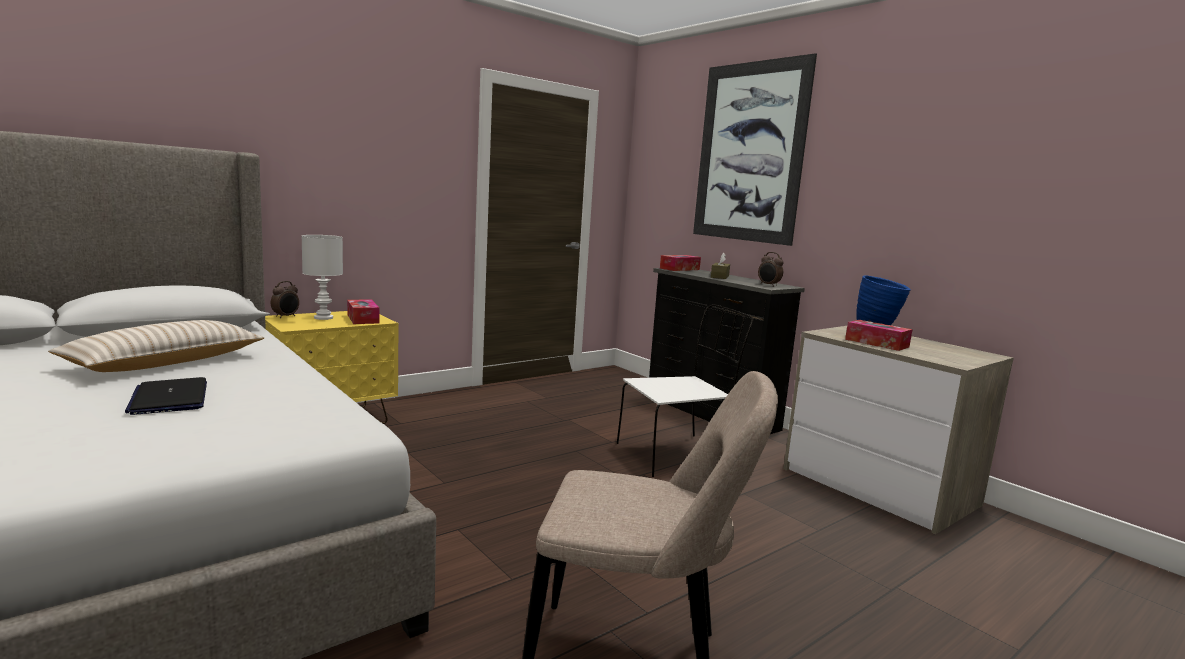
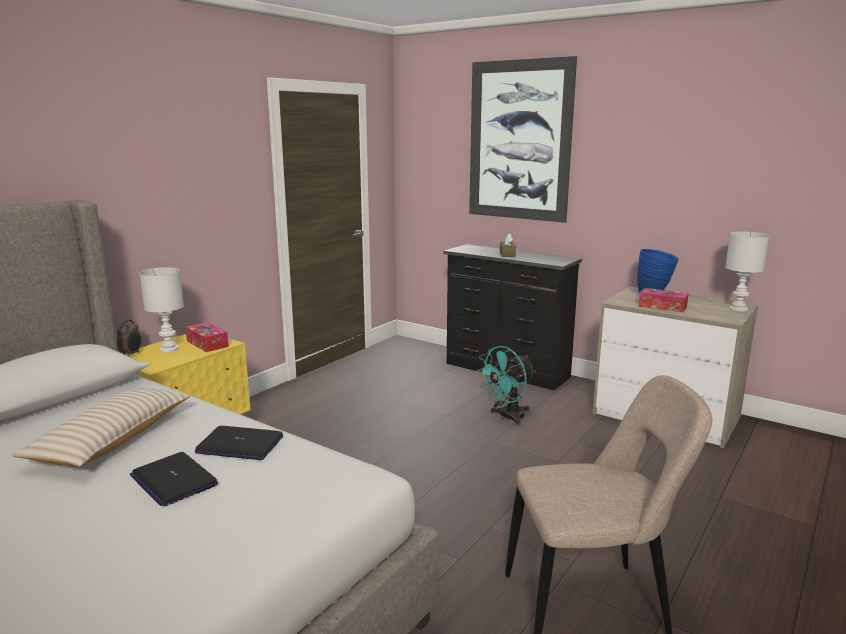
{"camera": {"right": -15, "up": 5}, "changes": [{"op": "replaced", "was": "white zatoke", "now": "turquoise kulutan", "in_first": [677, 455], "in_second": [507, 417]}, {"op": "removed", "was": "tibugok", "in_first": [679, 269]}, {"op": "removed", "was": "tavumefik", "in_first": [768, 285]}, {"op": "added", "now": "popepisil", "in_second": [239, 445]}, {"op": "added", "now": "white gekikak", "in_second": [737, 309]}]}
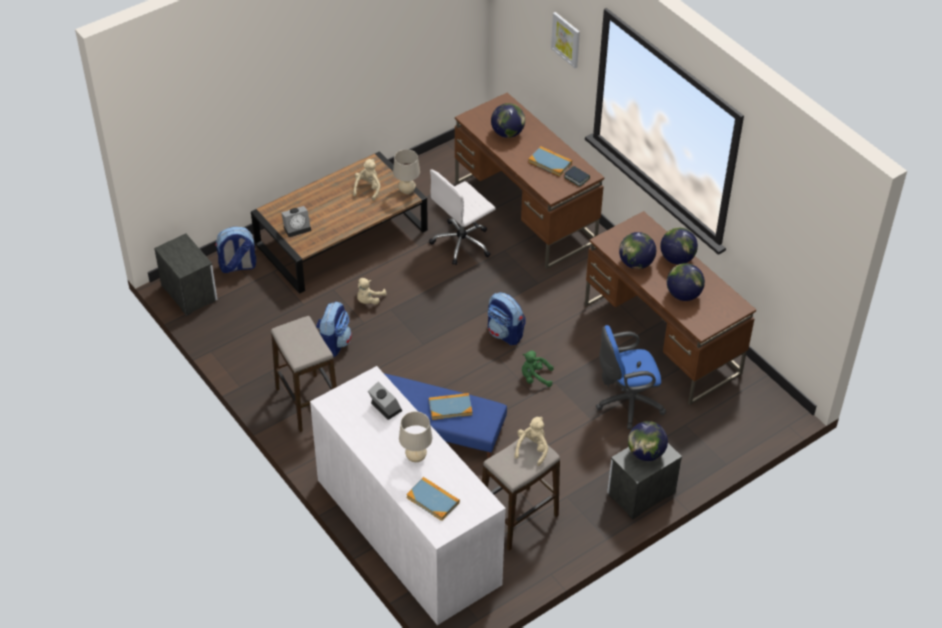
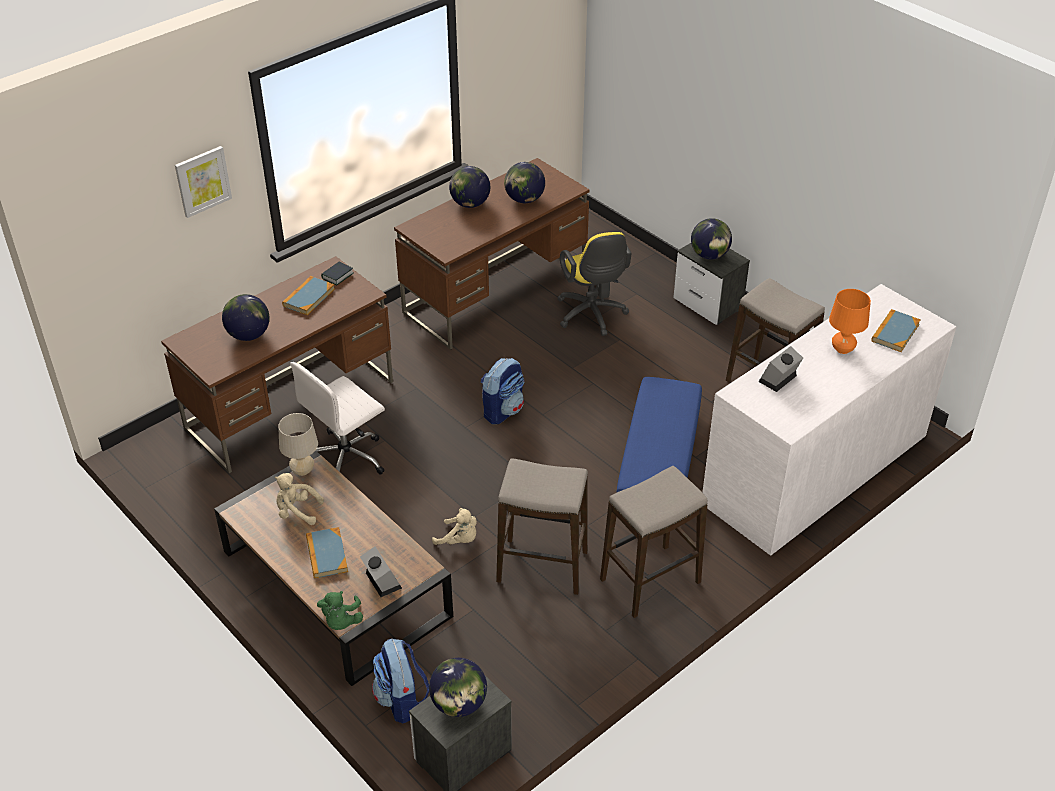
{"camera": {"right": -95, "up": -5}, "changes": [{"op": "replaced", "was": "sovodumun", "now": "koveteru", "in_first": [334, 343], "in_second": [542, 567]}, {"op": "recoloured", "was": "beige gekikak", "now": "orange gekikak", "in_first": [416, 457], "in_second": [842, 349]}, {"op": "turned", "was": "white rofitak", "in_first": [462, 243], "in_second": [347, 458], "clockwise": 90}, {"op": "moved", "was": "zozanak", "in_first": [450, 407], "in_second": [326, 554]}, {"op": "removed", "was": "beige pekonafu", "in_first": [532, 449]}, {"op": "moved", "was": "green pekonafu", "in_first": [535, 377], "in_second": [341, 621]}, {"op": "recoloured", "was": "blue rofitak", "now": "yellow rofitak", "in_first": [626, 403], "in_second": [592, 316]}, {"op": "moved", "was": "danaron", "in_first": [636, 263], "in_second": [459, 704]}]}
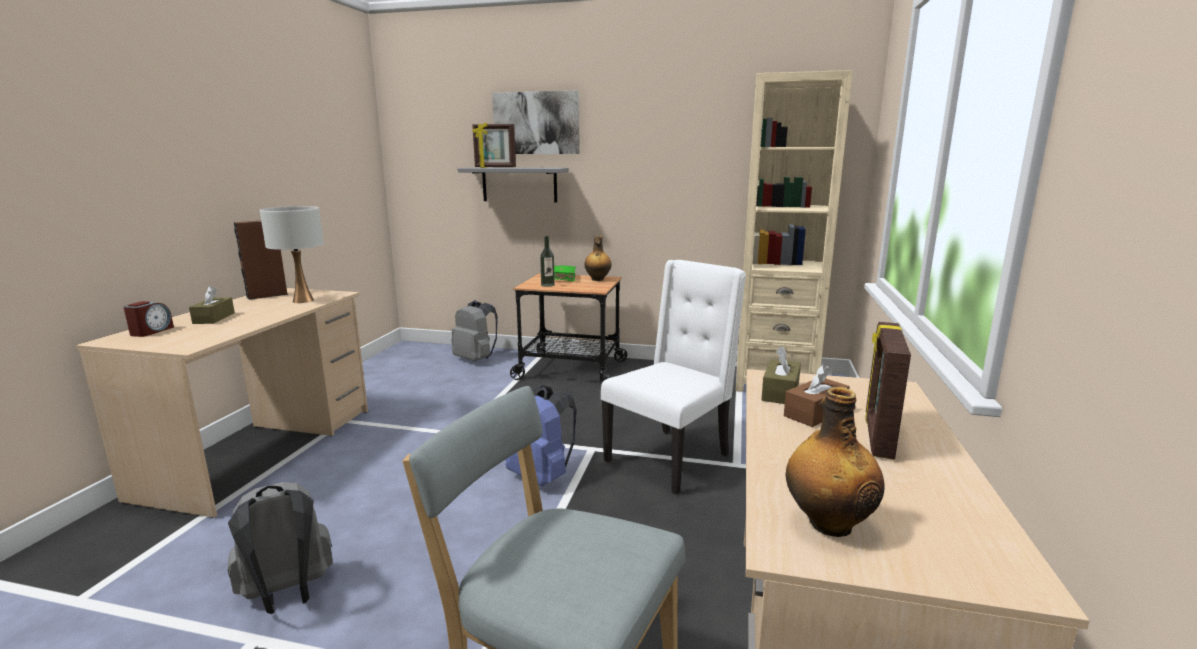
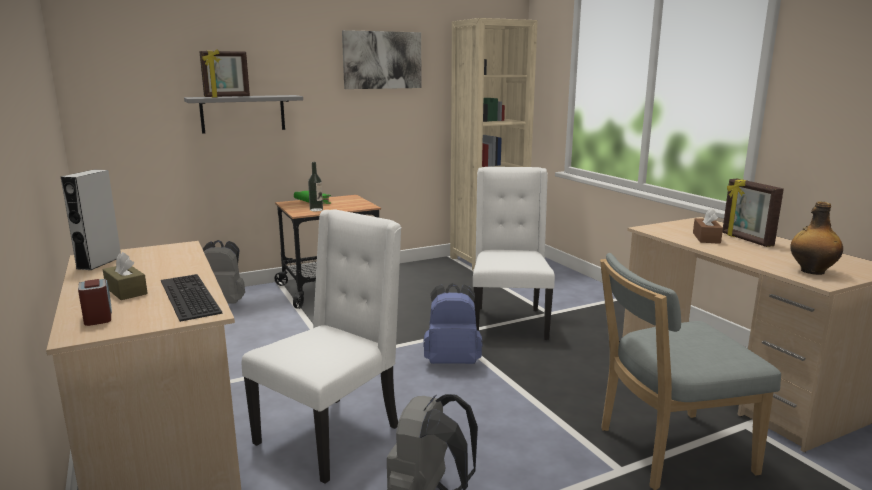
{"camera": {"right": -40, "up": 0}, "changes": [{"op": "recoloured", "was": "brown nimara", "now": "grey nimara", "in_first": [267, 295], "in_second": [99, 262]}, {"op": "removed", "was": "white gekikak", "in_first": [303, 300]}, {"op": "moved", "was": "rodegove", "in_first": [536, 123], "in_second": [382, 60]}, {"op": "removed", "was": "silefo", "in_first": [597, 279]}, {"op": "removed", "was": "brown tibugok", "in_first": [780, 392]}, {"op": "added", "now": "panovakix", "in_second": [186, 296]}, {"op": "added", "now": "white zatoke", "in_second": [331, 435]}]}
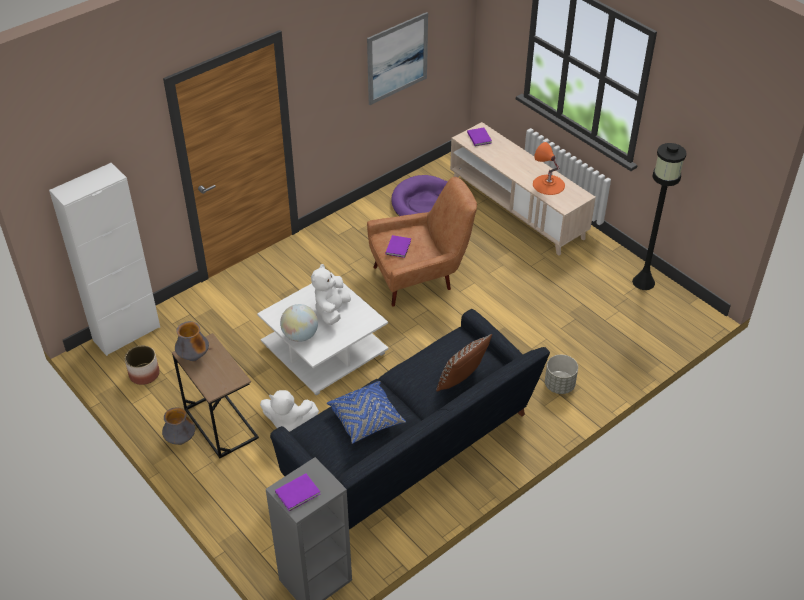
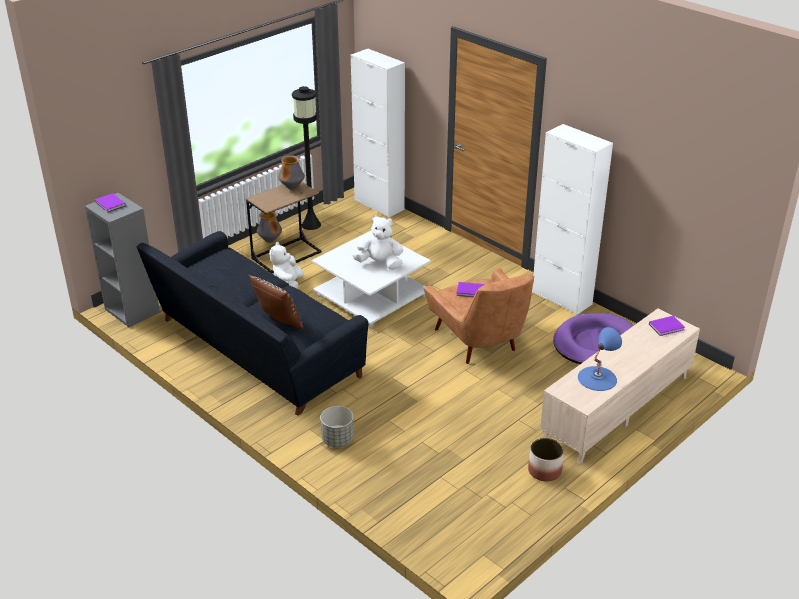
{"camera": {"right": 85, "up": -10}, "changes": [{"op": "moved", "was": "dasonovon", "in_first": [144, 374], "in_second": [544, 470]}, {"op": "removed", "was": "danaron", "in_first": [300, 335]}, {"op": "removed", "was": "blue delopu", "in_first": [366, 419]}, {"op": "removed", "was": "rodegove", "in_first": [397, 58]}, {"op": "recoloured", "was": "orange gekikak", "now": "blue gekikak", "in_first": [548, 184], "in_second": [597, 378]}, {"op": "moved", "was": "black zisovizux", "in_first": [643, 282], "in_second": [311, 224]}, {"op": "added", "now": "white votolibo", "in_second": [561, 298]}]}
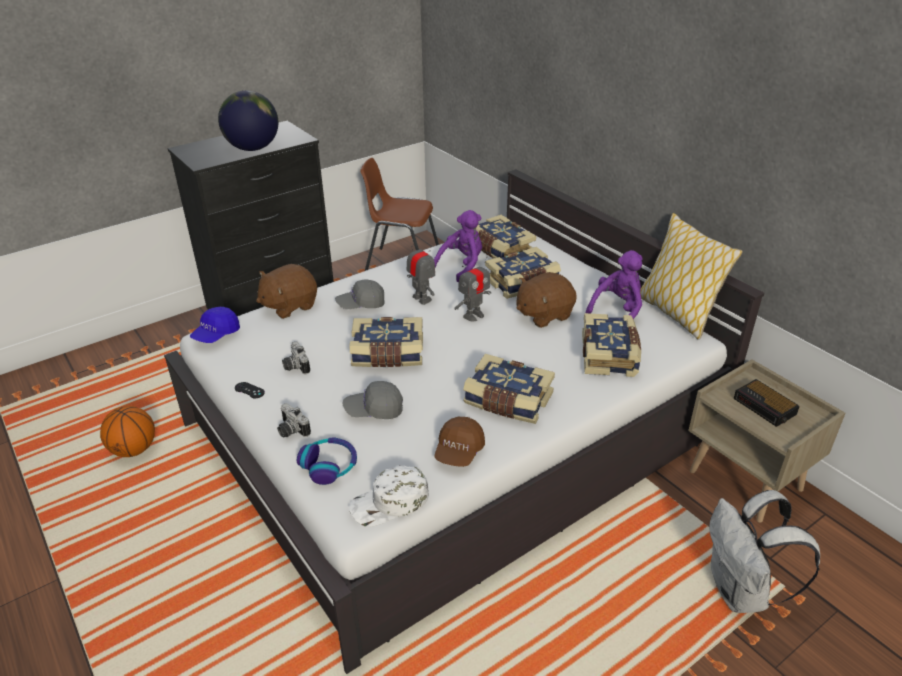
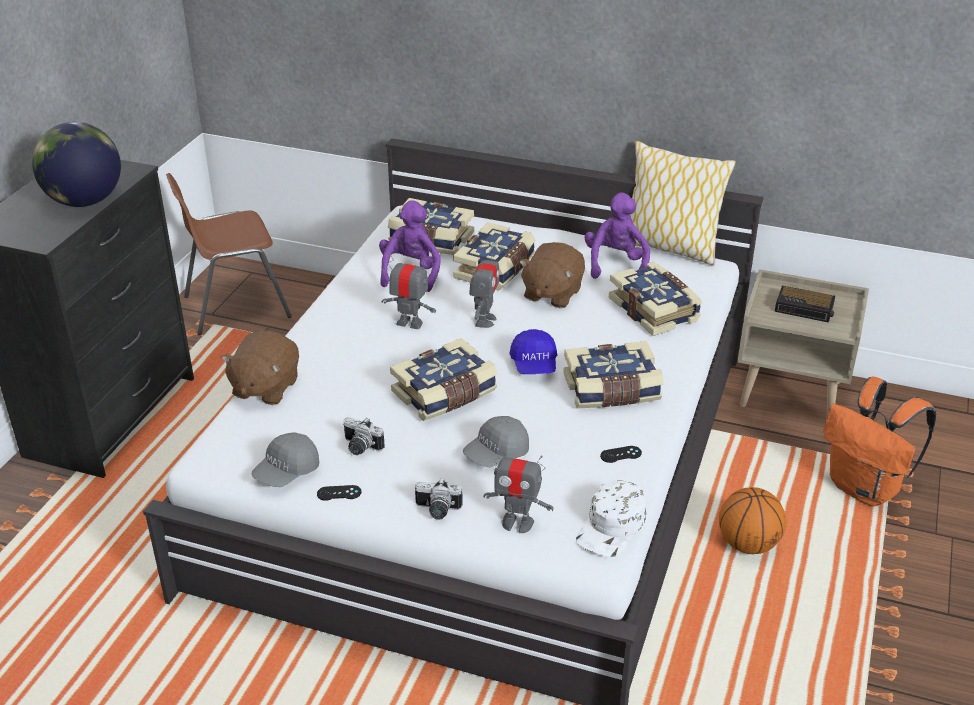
{"camera": {"right": -35, "up": 0}, "changes": [{"op": "moved", "was": "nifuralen", "in_first": [134, 450], "in_second": [748, 544]}, {"op": "moved", "was": "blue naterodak", "in_first": [216, 335], "in_second": [534, 365]}, {"op": "replaced", "was": "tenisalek", "now": "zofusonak", "in_first": [329, 465], "in_second": [517, 523]}, {"op": "moved", "was": "grey naterodak", "in_first": [361, 304], "in_second": [286, 472]}, {"op": "replaced", "was": "brown naterodak", "now": "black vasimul", "in_first": [459, 452], "in_second": [620, 454]}, {"op": "recoloured", "was": "white sovodumun", "now": "orange sovodumun", "in_first": [741, 592], "in_second": [865, 488]}]}
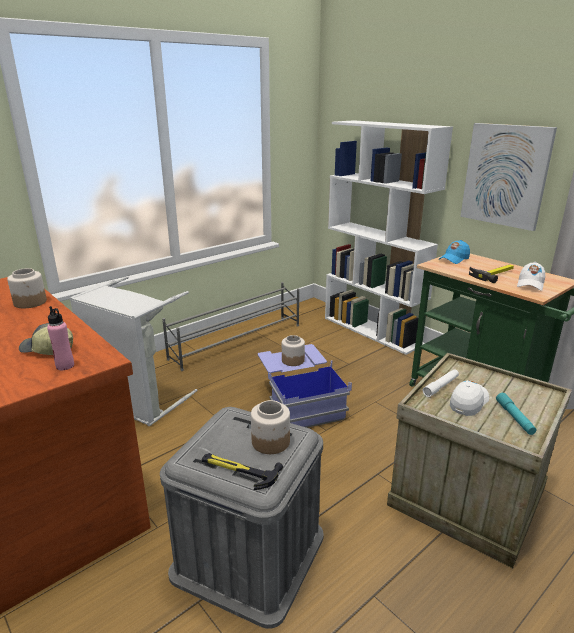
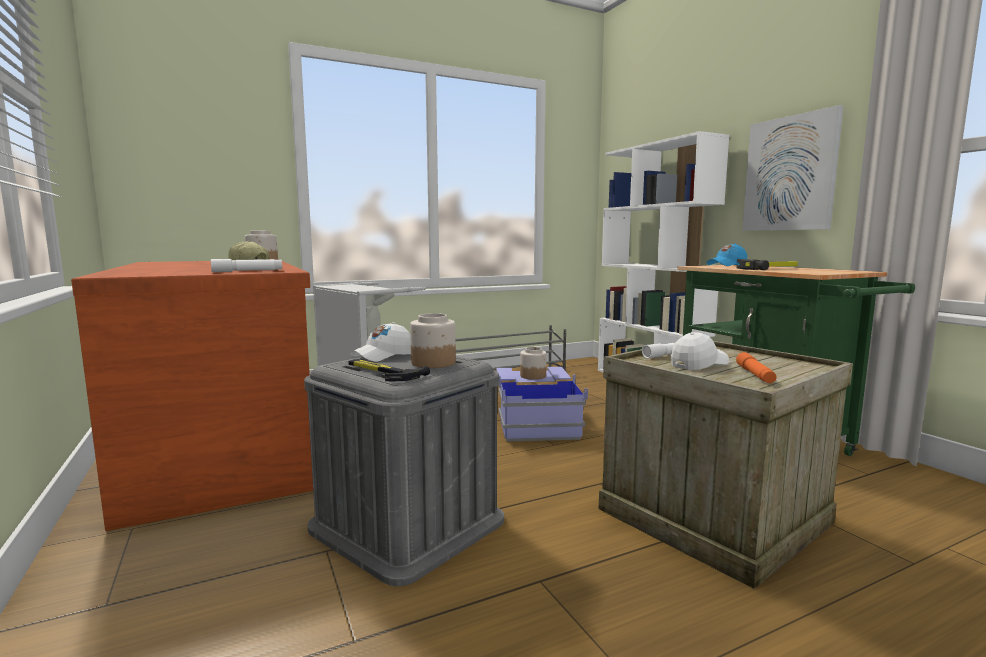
{"camera": {"right": 15, "up": -15}, "changes": [{"op": "replaced", "was": "pink silefo", "now": "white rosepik", "in_first": [65, 366], "in_second": [248, 271]}, {"op": "recoloured", "was": "turquoise rosepik", "now": "orange rosepik", "in_first": [514, 418], "in_second": [755, 375]}, {"op": "moved", "was": "white naterodak", "in_first": [530, 284], "in_second": [383, 356]}]}
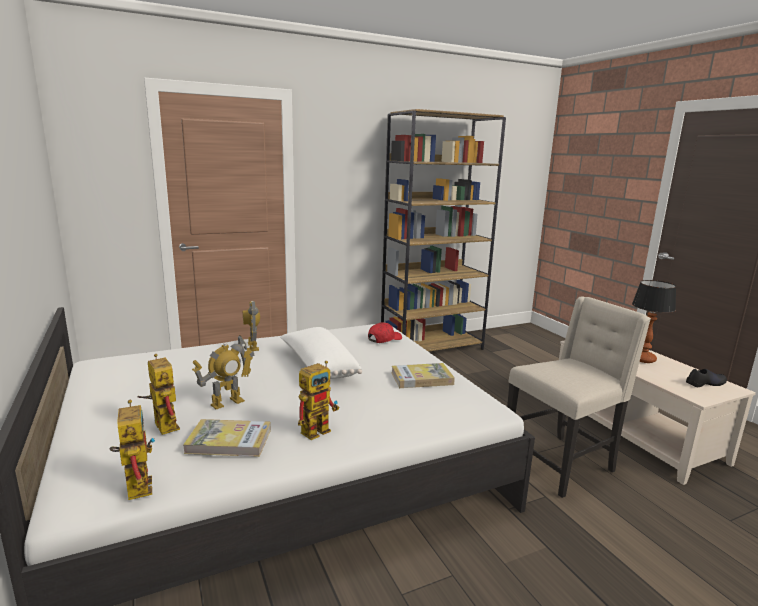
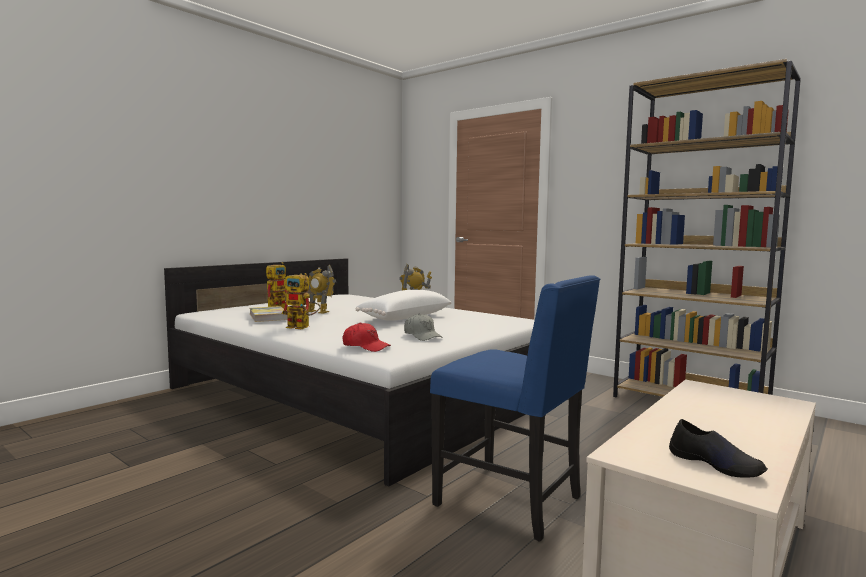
{"camera": {"right": 65, "up": -10}, "changes": [{"op": "removed", "was": "zofusonak", "in_first": [136, 484]}, {"op": "moved", "was": "red naterodak", "in_first": [384, 339], "in_second": [365, 346]}, {"op": "replaced", "was": "zozanak", "now": "grey naterodak", "in_first": [422, 378], "in_second": [422, 336]}, {"op": "recoloured", "was": "beige zatoke", "now": "blue zatoke", "in_first": [560, 463], "in_second": [512, 501]}, {"op": "removed", "was": "gekikak", "in_first": [643, 359]}]}
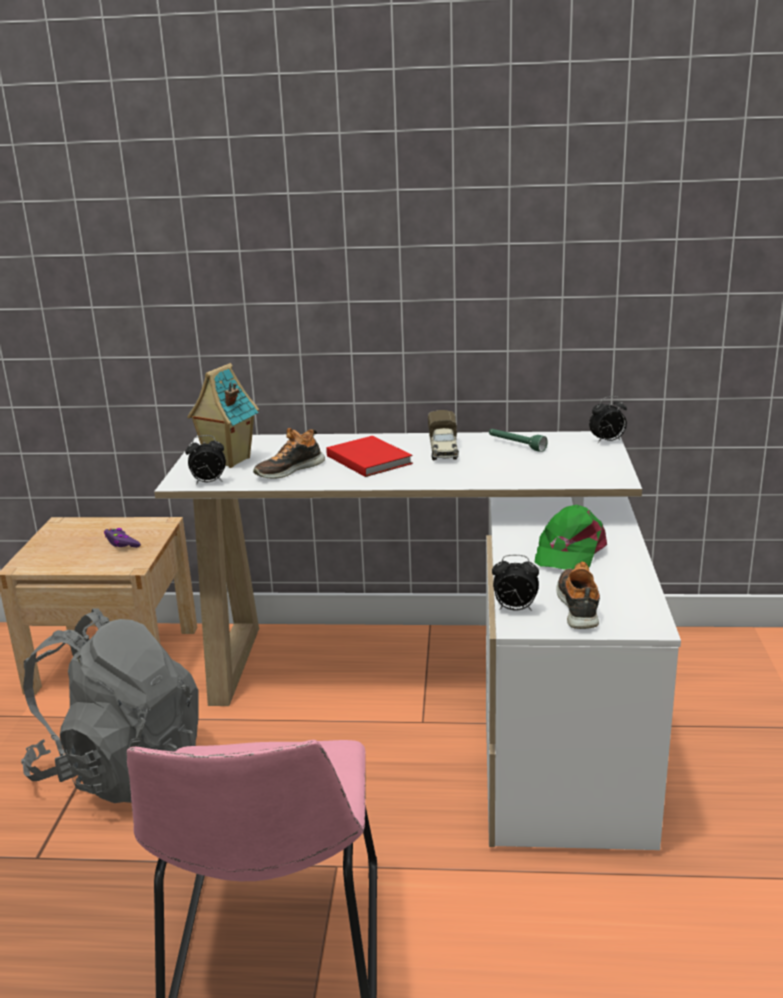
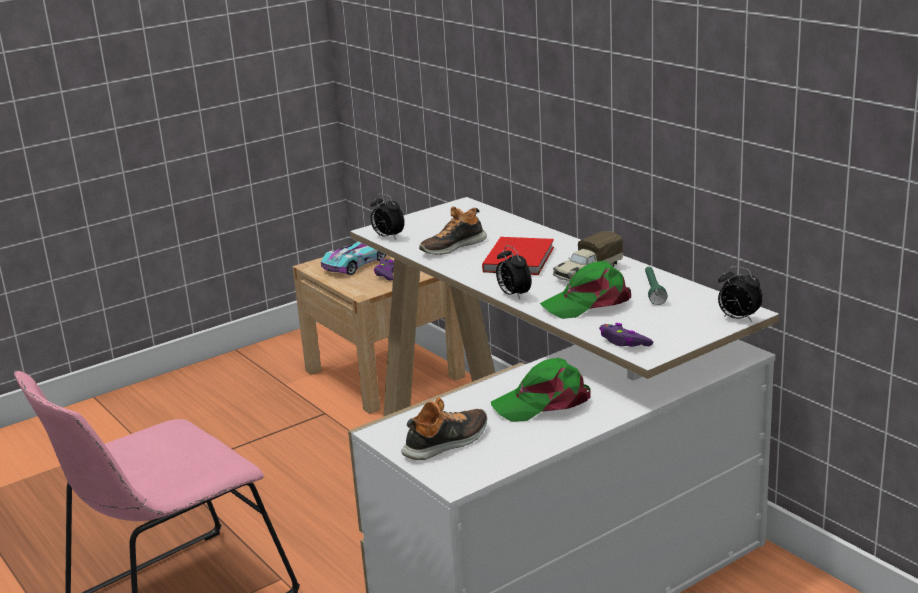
{"camera": {"right": 50, "up": 0}, "changes": [{"op": "removed", "was": "grey sovodumun", "in_first": [121, 769]}, {"op": "removed", "was": "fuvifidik", "in_first": [227, 461]}, {"op": "turned", "was": "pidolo", "in_first": [289, 470], "in_second": [452, 246], "clockwise": -45}, {"op": "moved", "was": "tavumefik", "in_first": [514, 609], "in_second": [513, 295]}, {"op": "added", "now": "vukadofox", "in_second": [356, 264]}, {"op": "added", "now": "green naterodak", "in_second": [588, 303]}, {"op": "added", "now": "purple vasimul", "in_second": [624, 342]}]}
